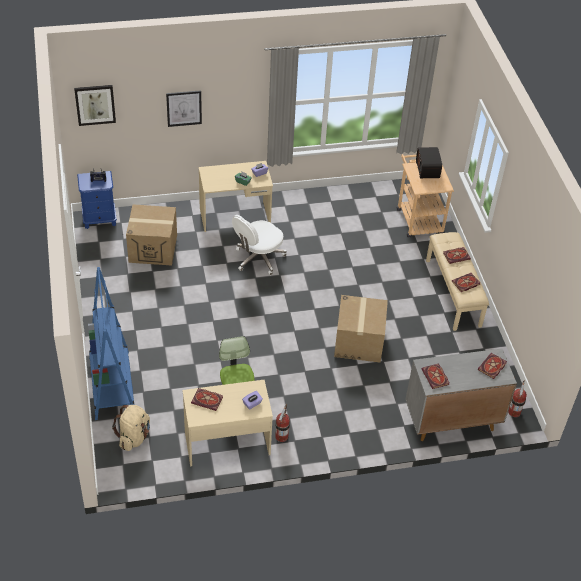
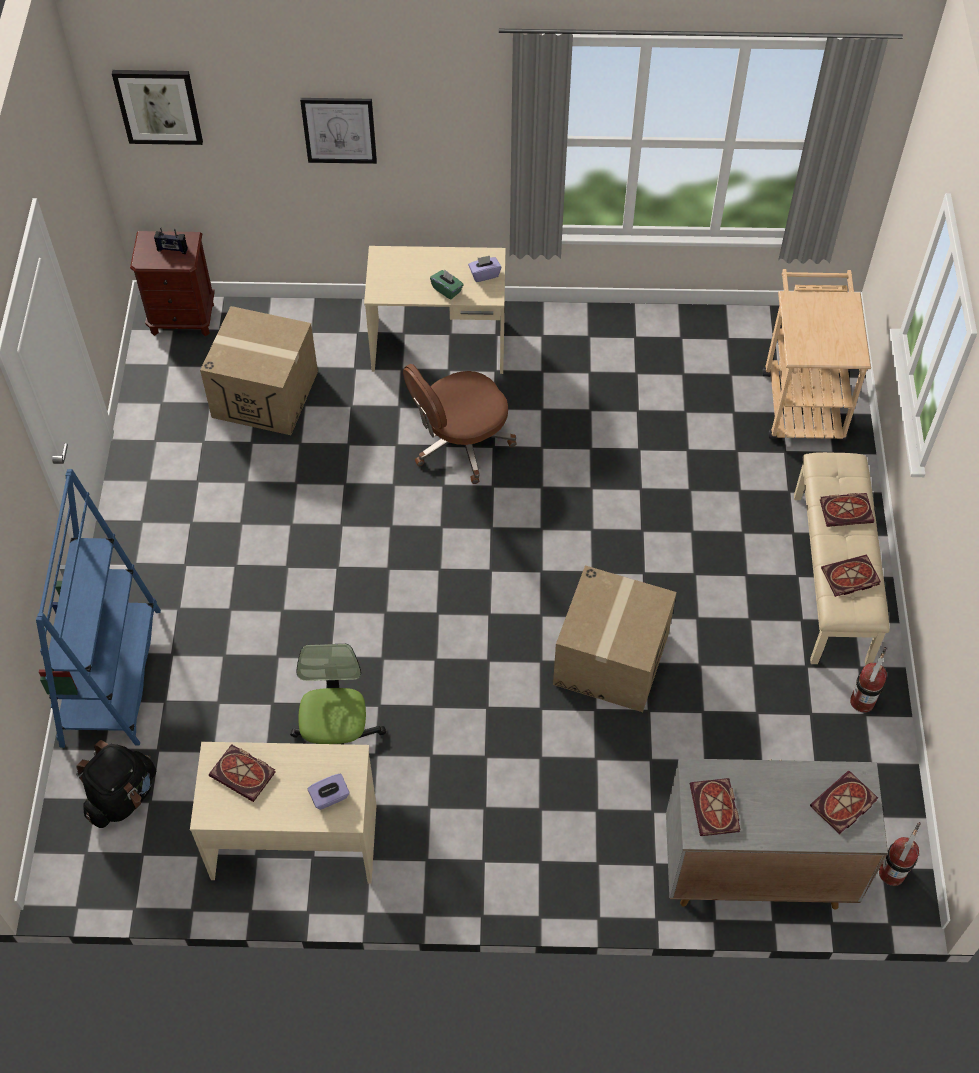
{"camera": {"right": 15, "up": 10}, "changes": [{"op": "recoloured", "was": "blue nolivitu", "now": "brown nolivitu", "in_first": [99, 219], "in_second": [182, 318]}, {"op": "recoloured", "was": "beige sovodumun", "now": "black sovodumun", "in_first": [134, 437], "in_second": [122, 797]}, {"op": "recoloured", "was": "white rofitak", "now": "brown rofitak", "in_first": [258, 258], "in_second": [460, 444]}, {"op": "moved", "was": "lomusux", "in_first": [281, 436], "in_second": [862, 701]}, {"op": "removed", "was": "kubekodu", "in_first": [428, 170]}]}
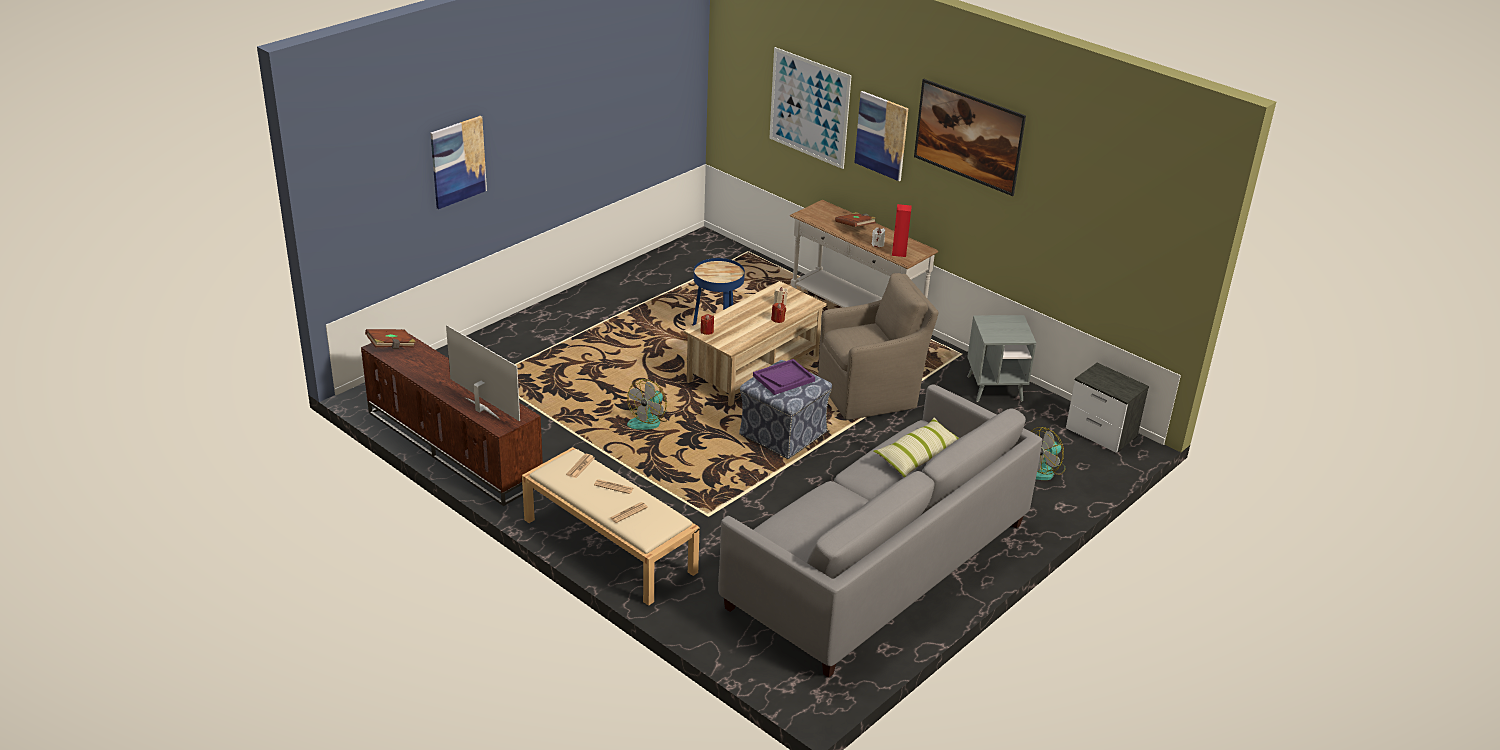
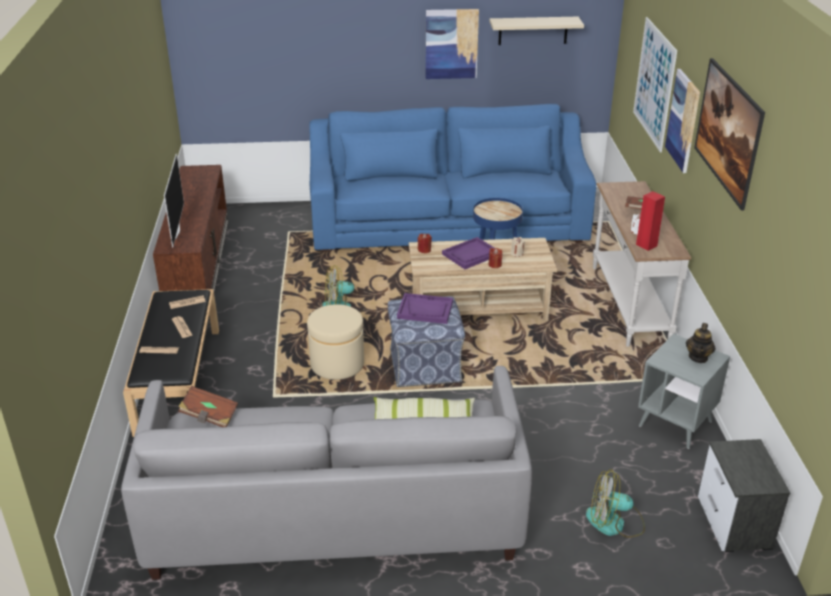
{"camera": {"right": 45, "up": 0}, "changes": [{"op": "moved", "was": "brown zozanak", "in_first": [391, 346], "in_second": [209, 416]}, {"op": "moved", "was": "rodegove", "in_first": [458, 162], "in_second": [451, 44]}, {"op": "recoloured", "was": "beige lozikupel", "now": "black lozikupel", "in_first": [608, 545], "in_second": [178, 379]}, {"op": "removed", "was": "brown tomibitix", "in_first": [870, 394]}, {"op": "added", "now": "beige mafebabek", "in_second": [337, 364]}, {"op": "added", "now": "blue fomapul", "in_second": [448, 222]}, {"op": "added", "now": "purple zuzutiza", "in_second": [471, 255]}, {"op": "added", "now": "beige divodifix", "in_second": [533, 30]}, {"op": "added", "now": "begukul", "in_second": [698, 357]}]}
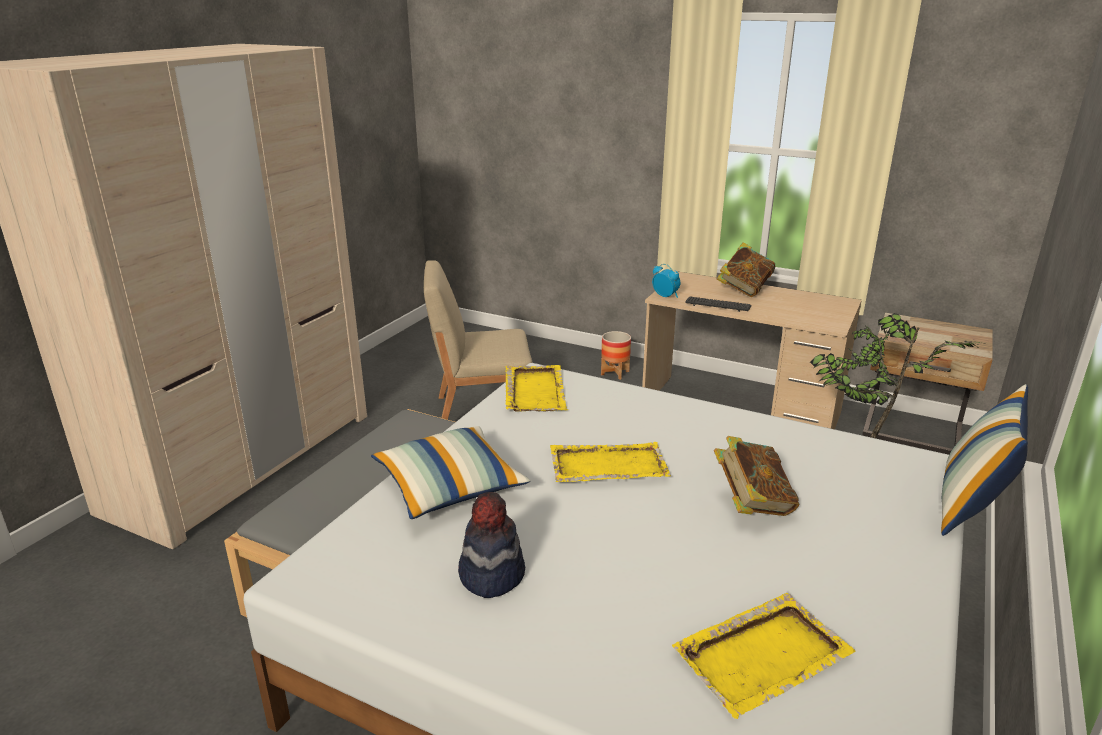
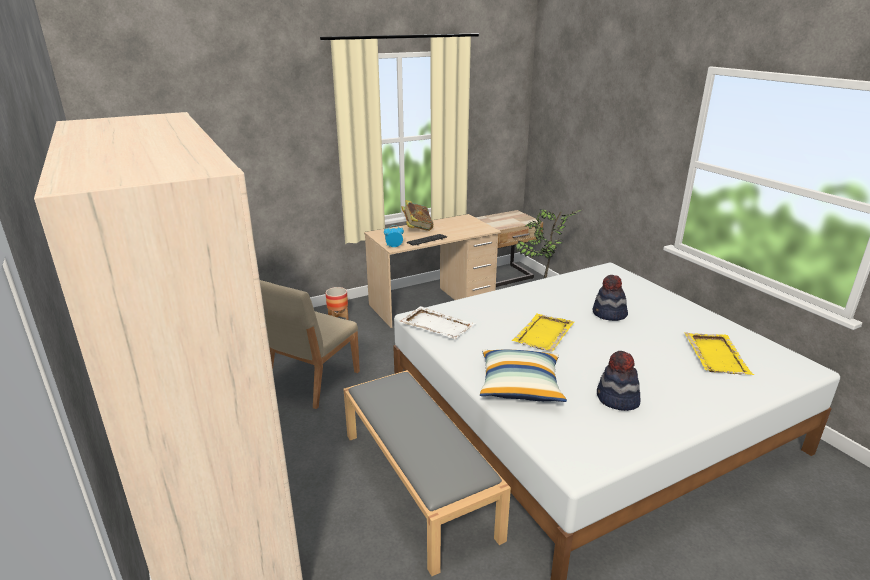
{"camera": {"right": -55, "up": 0}, "changes": [{"op": "recoloured", "was": "yellow zuzutiza", "now": "white zuzutiza", "in_first": [535, 390], "in_second": [436, 325]}, {"op": "replaced", "was": "zozanak", "now": "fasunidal", "in_first": [752, 504], "in_second": [609, 314]}, {"op": "removed", "was": "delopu", "in_first": [970, 508]}]}
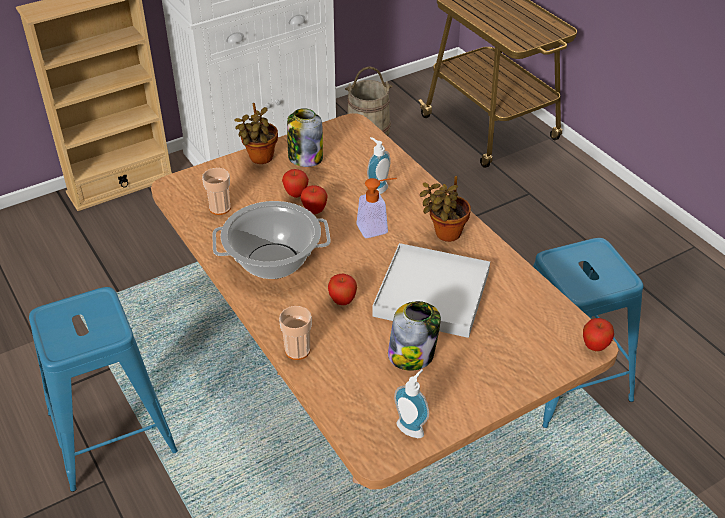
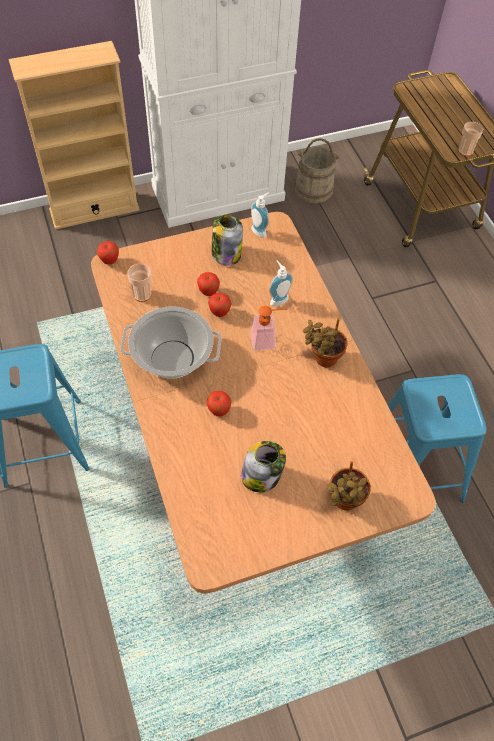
{"camera": {"right": 10, "up": 15}, "changes": [{"op": "moved", "was": "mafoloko", "in_first": [260, 159], "in_second": [344, 501]}, {"op": "moved", "was": "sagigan", "in_first": [297, 350], "in_second": [465, 151]}, {"op": "removed", "was": "white zuzutiza", "in_first": [432, 293]}, {"op": "moved", "was": "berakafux", "in_first": [412, 427], "in_second": [260, 231]}, {"op": "moved", "was": "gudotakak", "in_first": [594, 347], "in_second": [109, 261]}]}
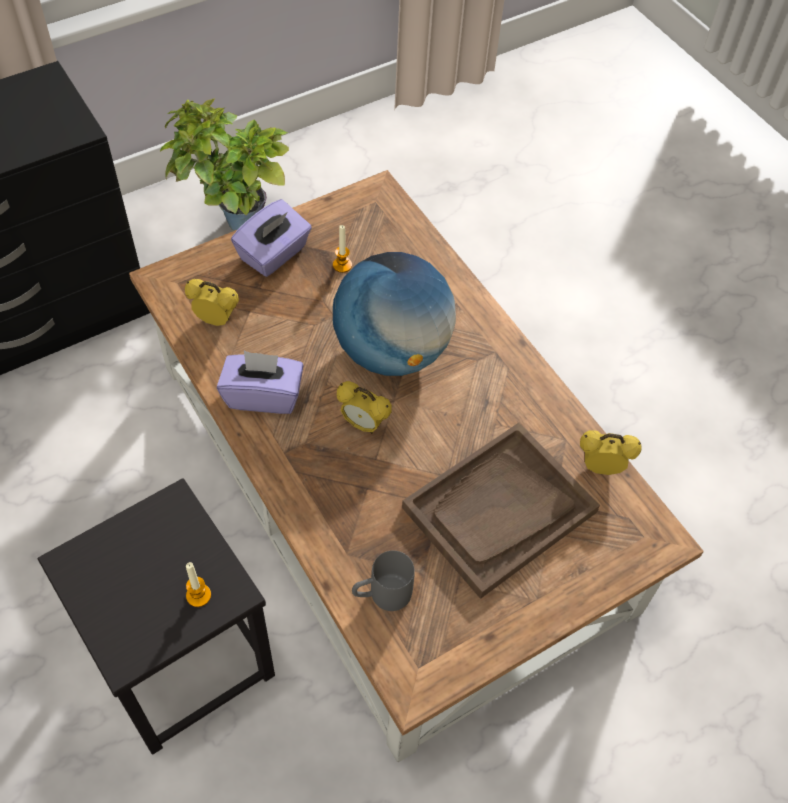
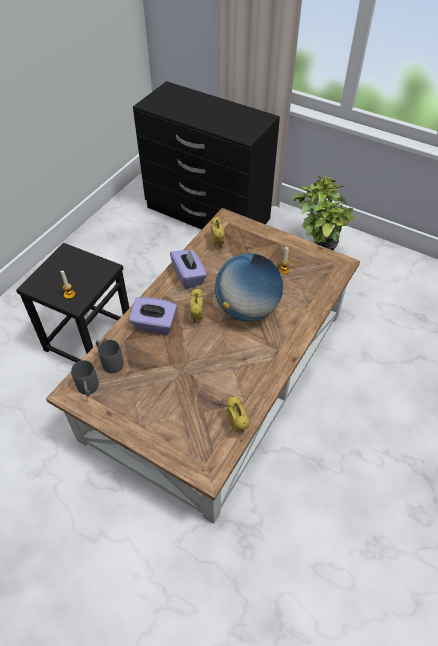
{"camera": {"right": 65, "up": -5}, "changes": [{"op": "moved", "was": "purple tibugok", "in_first": [274, 254], "in_second": [154, 324]}, {"op": "removed", "was": "brown zuzutiza", "in_first": [499, 510]}, {"op": "added", "now": "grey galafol", "in_second": [88, 390]}]}
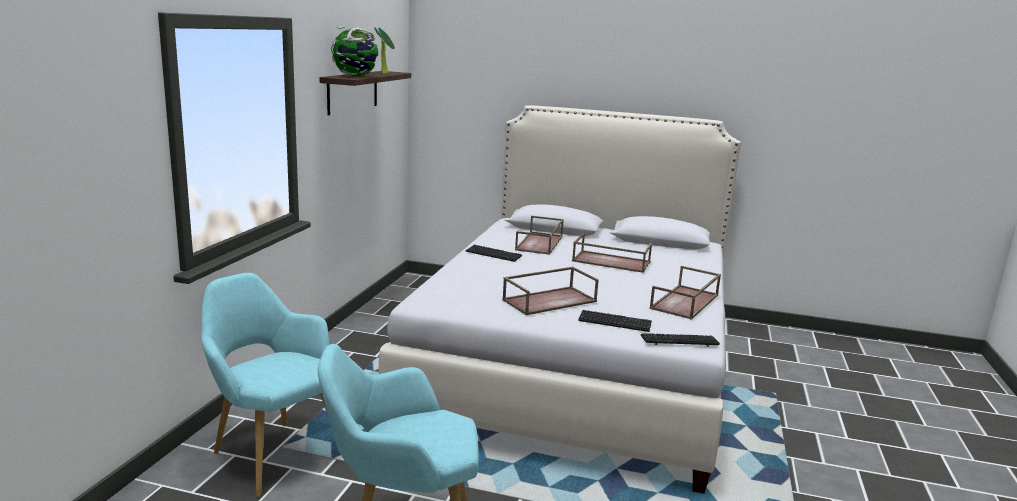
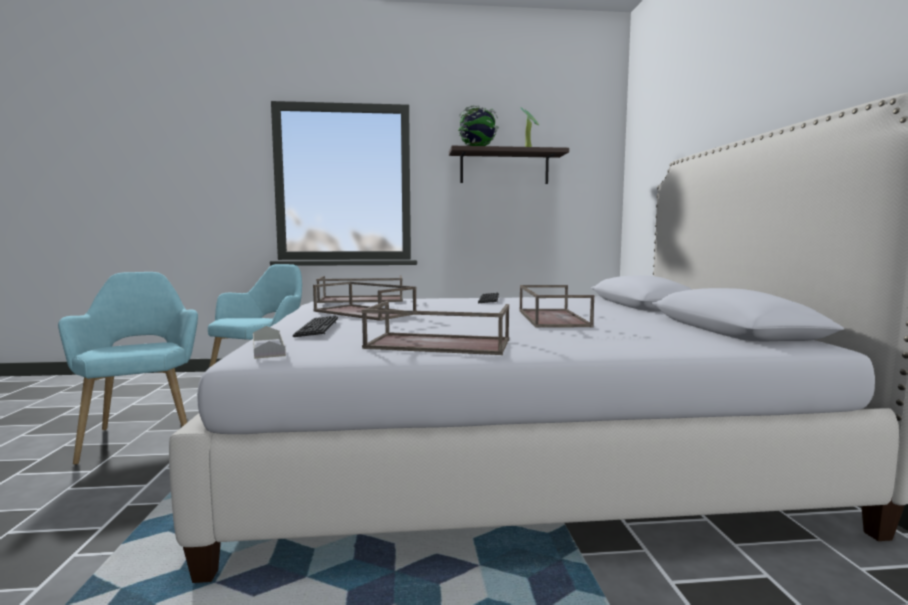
{"camera": {"right": 70, "up": -10}, "changes": [{"op": "moved", "was": "brown zuzutiza", "in_first": [540, 243], "in_second": [360, 300]}, {"op": "replaced", "was": "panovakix", "now": "grey zuzutiza", "in_first": [679, 341], "in_second": [268, 347]}]}
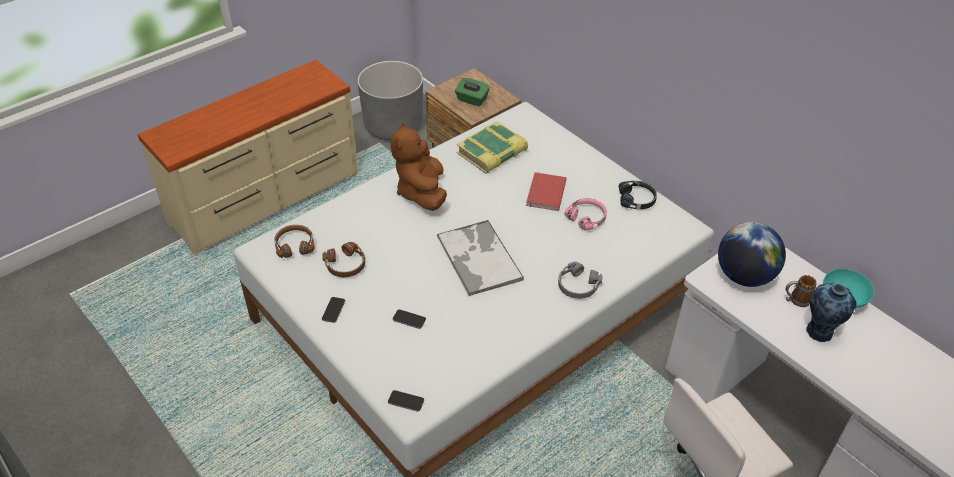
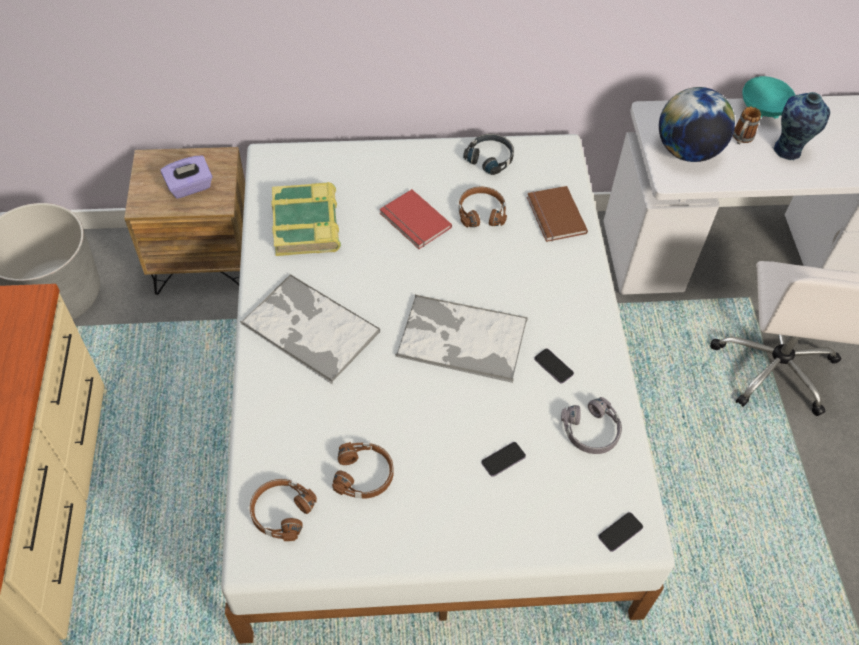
{"camera": {"right": -55, "up": 10}, "changes": [{"op": "moved", "was": "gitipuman", "in_first": [333, 310], "in_second": [553, 366]}, {"op": "replaced", "was": "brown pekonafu", "now": "zuzutiza", "in_first": [421, 192], "in_second": [309, 328]}, {"op": "recoloured", "was": "green tibugok", "now": "purple tibugok", "in_first": [471, 100], "in_second": [190, 187]}, {"op": "moved", "was": "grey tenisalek", "in_first": [577, 286], "in_second": [591, 431]}, {"op": "recoloured", "was": "pink tenisalek", "now": "brown tenisalek", "in_first": [587, 217], "in_second": [481, 212]}, {"op": "added", "now": "brown zozanak", "in_second": [554, 216]}]}
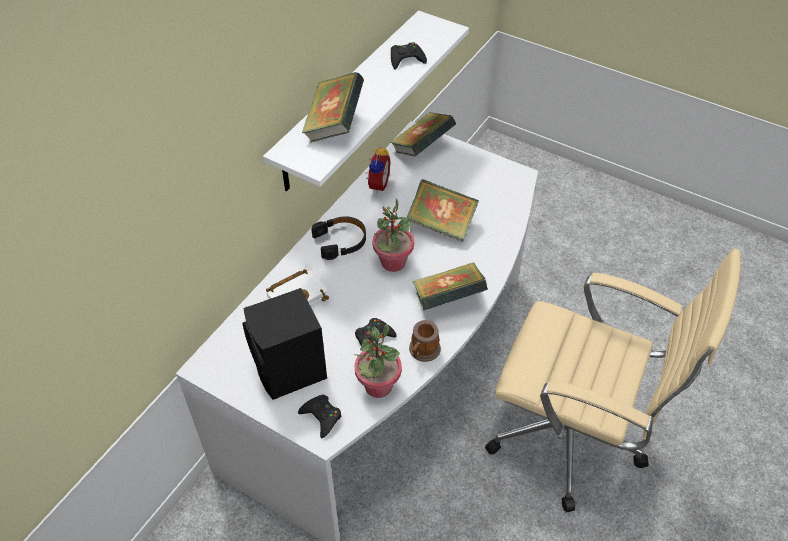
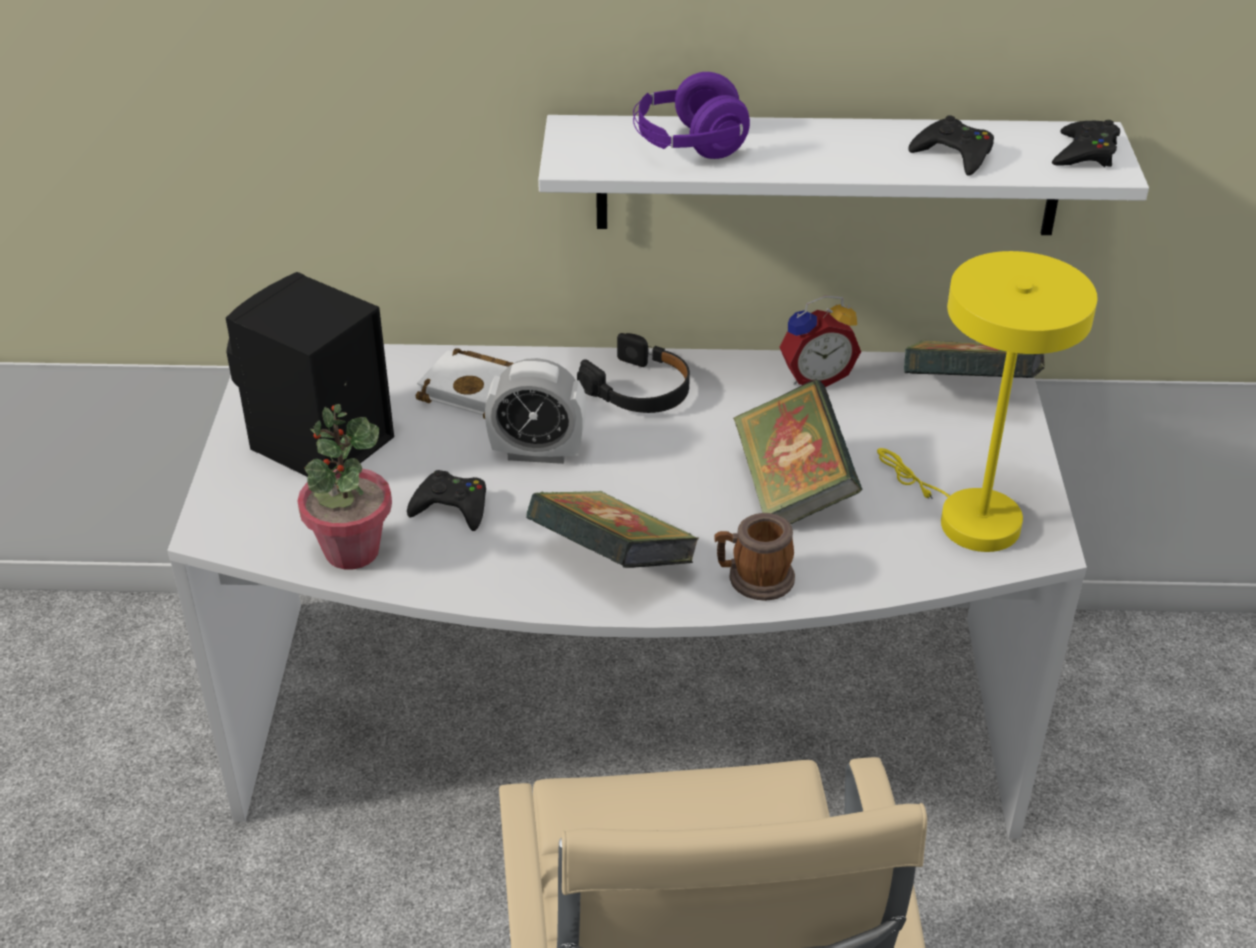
{"camera": {"right": 60, "up": -10}, "changes": [{"op": "moved", "was": "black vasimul", "in_first": [321, 417], "in_second": [1085, 153]}, {"op": "replaced", "was": "zozanak", "now": "purple tenisalek", "in_first": [334, 125], "in_second": [688, 146]}, {"op": "removed", "was": "mafoloko", "in_first": [393, 262]}, {"op": "moved", "was": "galafol", "in_first": [423, 352], "in_second": [753, 579]}, {"op": "added", "now": "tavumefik", "in_second": [537, 453]}, {"op": "added", "now": "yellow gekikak", "in_second": [967, 518]}]}
